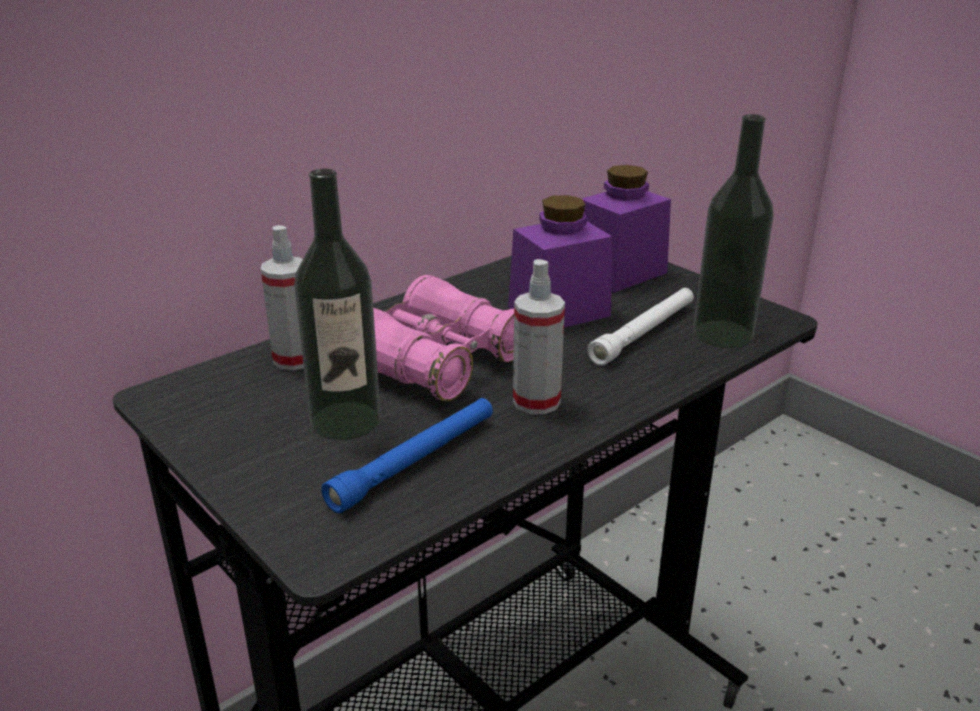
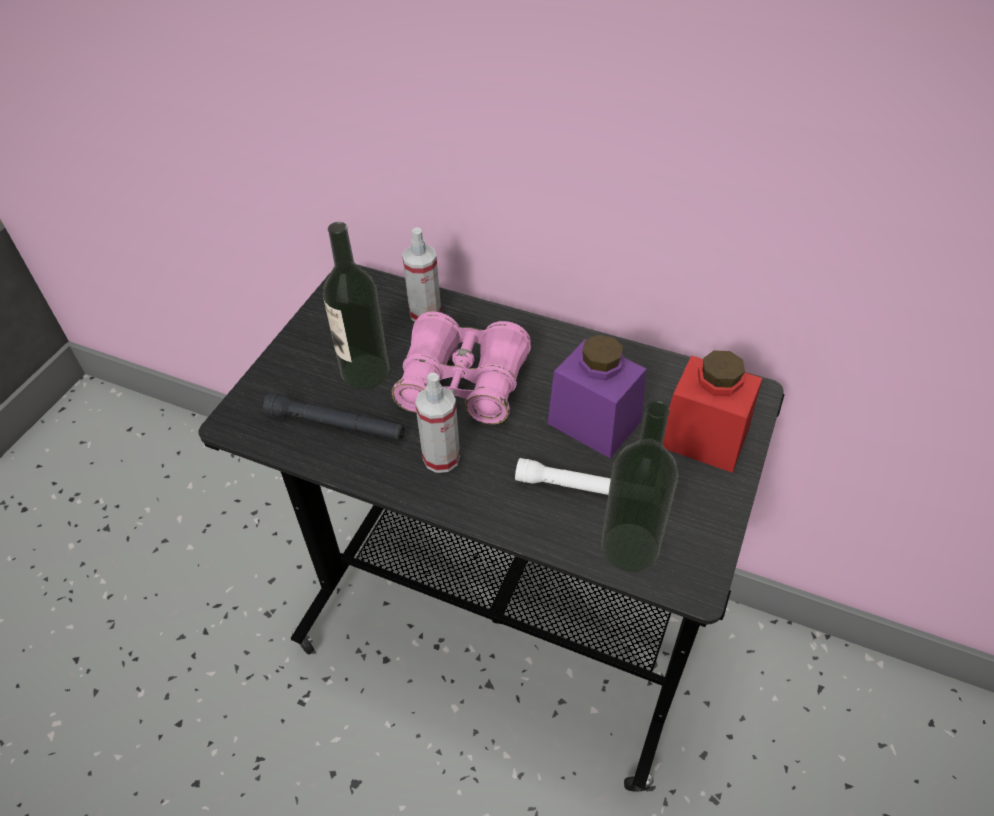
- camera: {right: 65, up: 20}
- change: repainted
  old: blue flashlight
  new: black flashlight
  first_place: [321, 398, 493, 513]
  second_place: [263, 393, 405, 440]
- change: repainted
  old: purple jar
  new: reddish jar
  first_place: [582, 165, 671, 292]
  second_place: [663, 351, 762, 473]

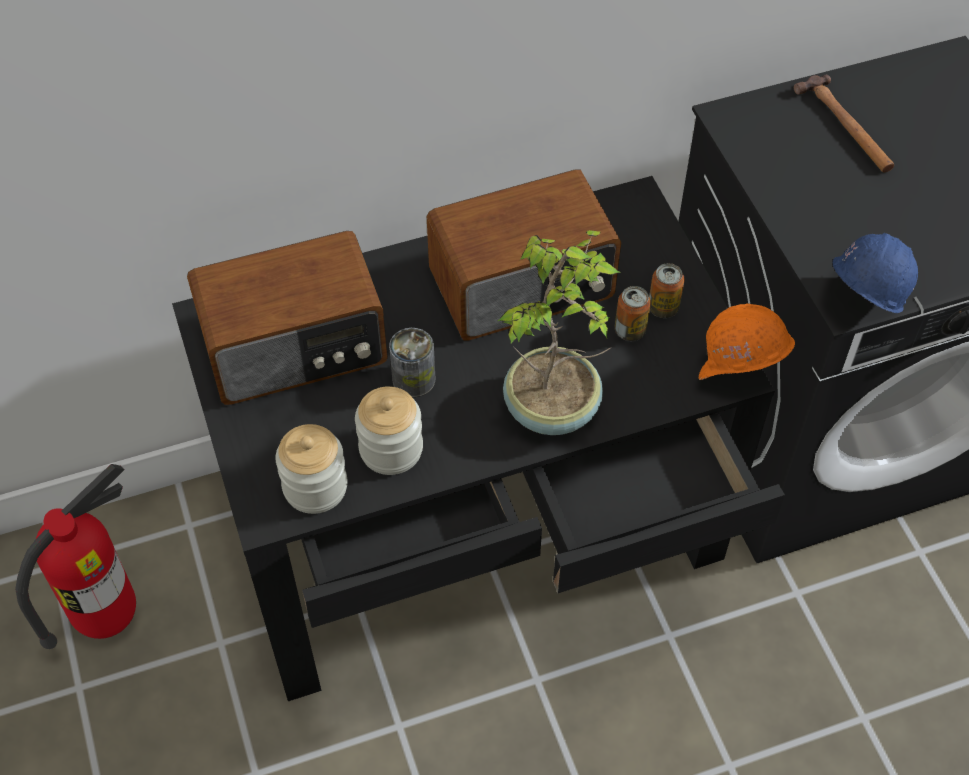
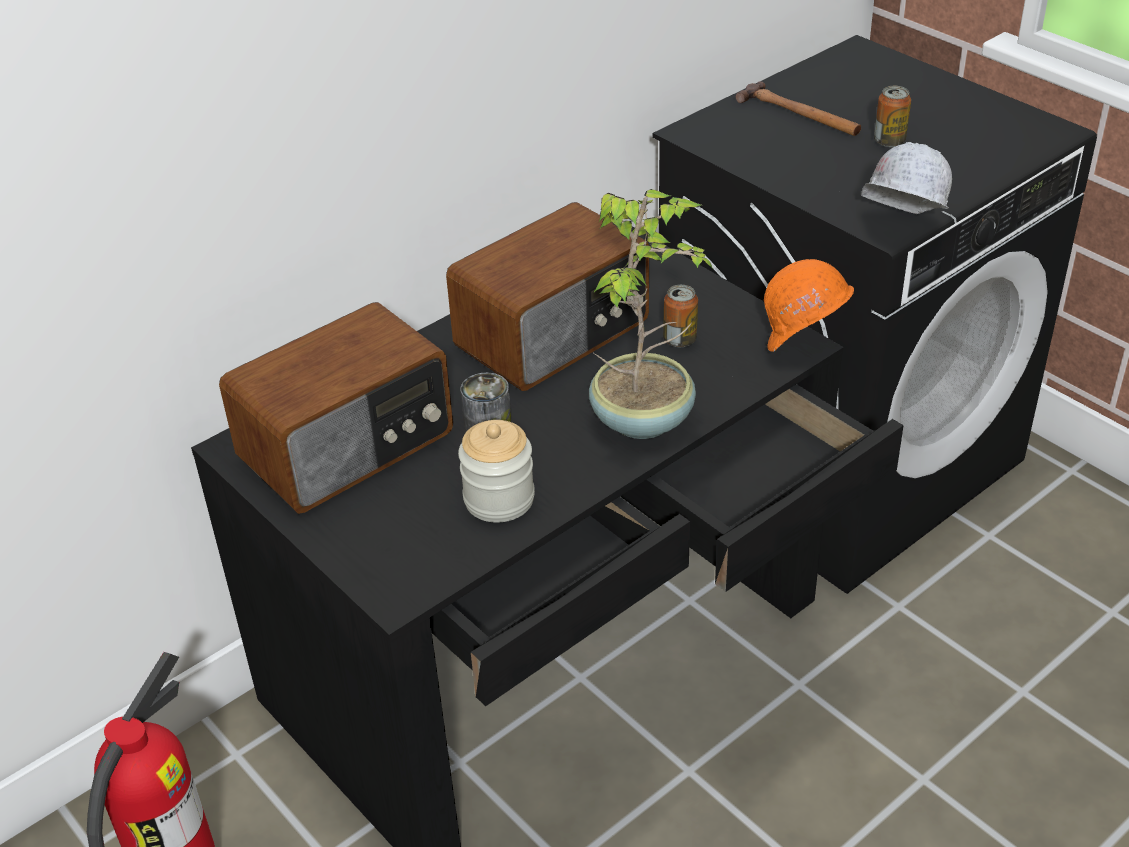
- camera: {right: -20, up: -15}
- change: gone
  old: jar
  first_place: [275, 424, 348, 514]
- change: shifted
  old: sealed can
  first_place: [649, 263, 685, 318]
  second_place: [874, 86, 911, 147]
- change: repainted
  old: blue safety helmet
  new: white safety helmet
  first_place: [832, 233, 918, 313]
  second_place: [861, 142, 952, 214]

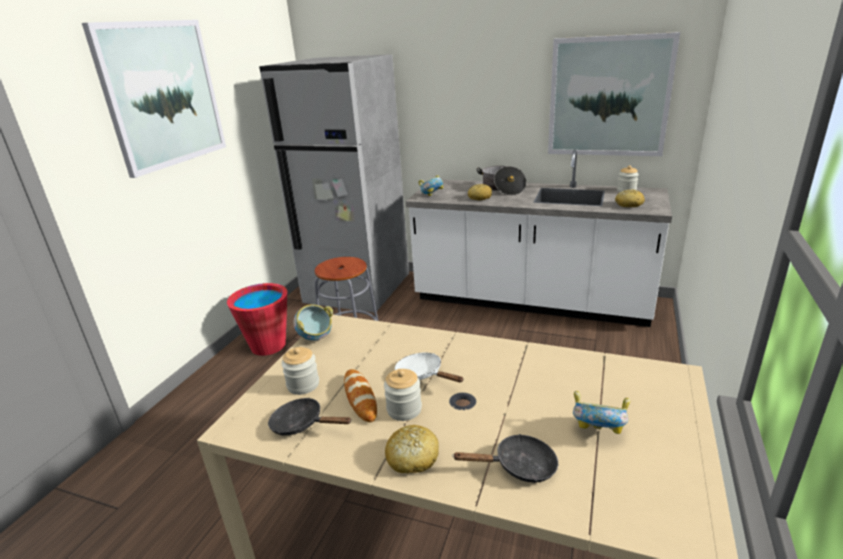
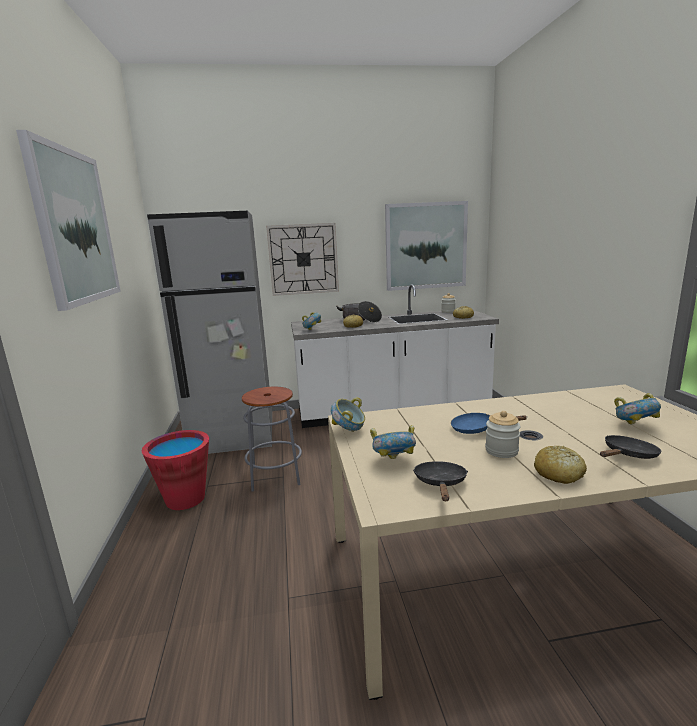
- camera: {right: -30, up: -10}
- change: rotated
  old: black pan
  first_place: [268, 398, 352, 435]
  second_place: [413, 461, 468, 501]
  degrees: 105
- change: swapped
  old: jar
  new: serving bowl
  first_place: [282, 347, 319, 395]
  second_place: [370, 425, 416, 459]
- change: gone
  old: bread
  first_place: [344, 369, 377, 422]
- change: repainted
  old: white pan
  new: blue pan
  first_place: [395, 353, 464, 382]
  second_place: [451, 413, 528, 434]
- change: new
  new: wall clock
  second_place: [266, 223, 339, 296]

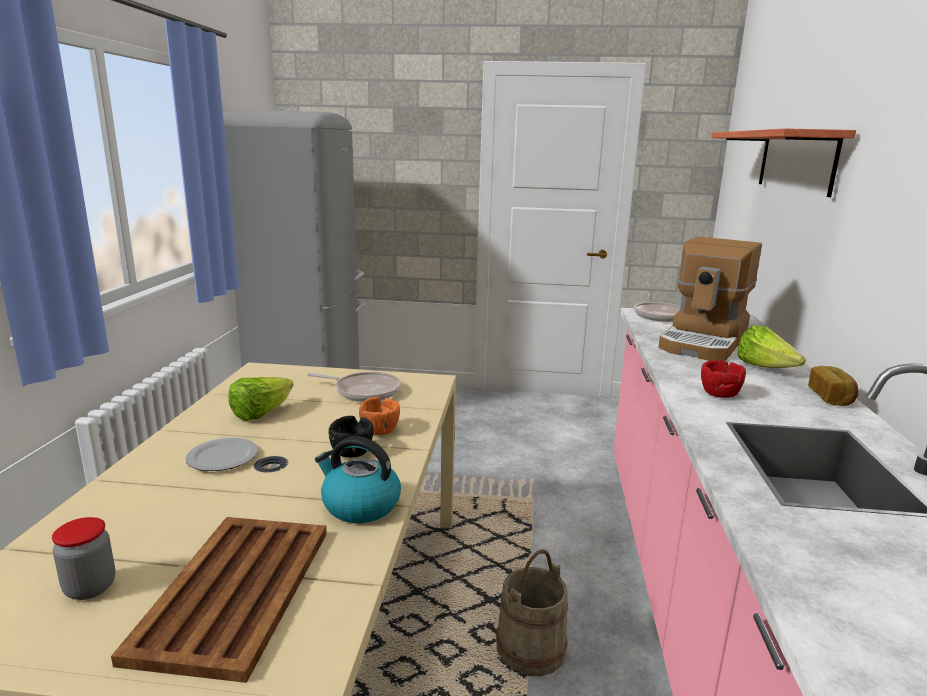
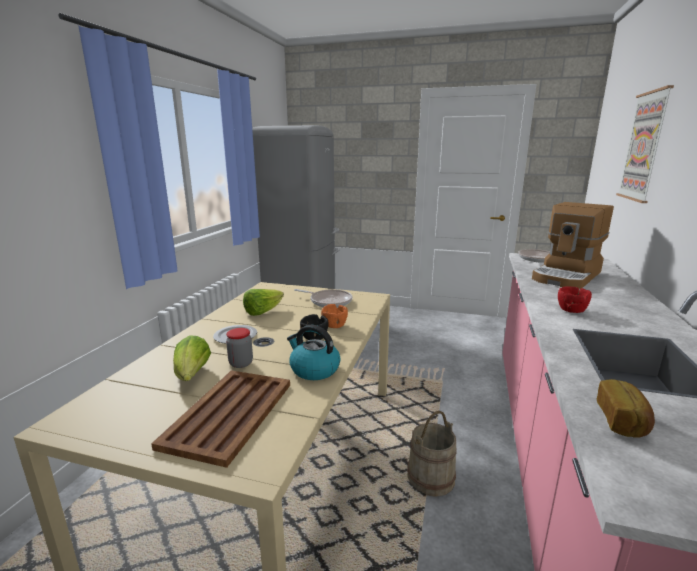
- camera: {right: 10, up: 0}
- change: shifted
  old: jar
  first_place: [52, 517, 115, 600]
  second_place: [226, 328, 253, 368]
- change: swapped
  old: wall shelf
  new: wall art
  first_place: [712, 128, 856, 197]
  second_place: [616, 85, 674, 203]
- change: shifted
  old: lettuce
  first_place: [737, 325, 805, 368]
  second_place: [173, 335, 211, 381]
- change: shifted
  old: bread
  first_place: [808, 366, 859, 406]
  second_place: [597, 379, 655, 438]

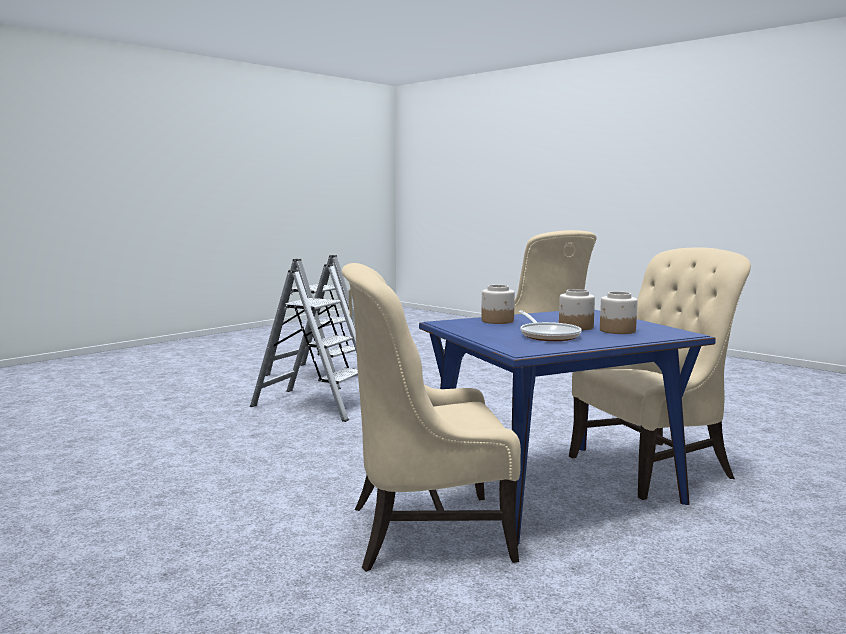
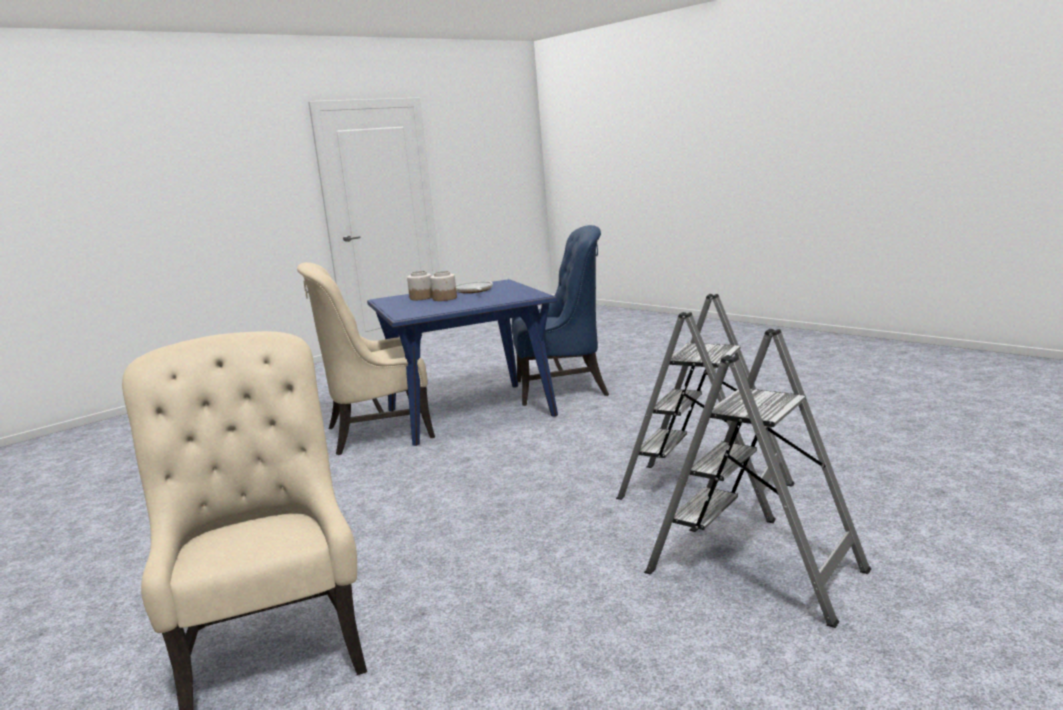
- camera: {right: -175, up: 5}
- change: repainted
  old: beige chair
  new: blue chair
  first_place: [342, 263, 521, 572]
  second_place: [512, 225, 609, 406]
- change: gone
  old: jar
  first_place: [481, 285, 515, 324]

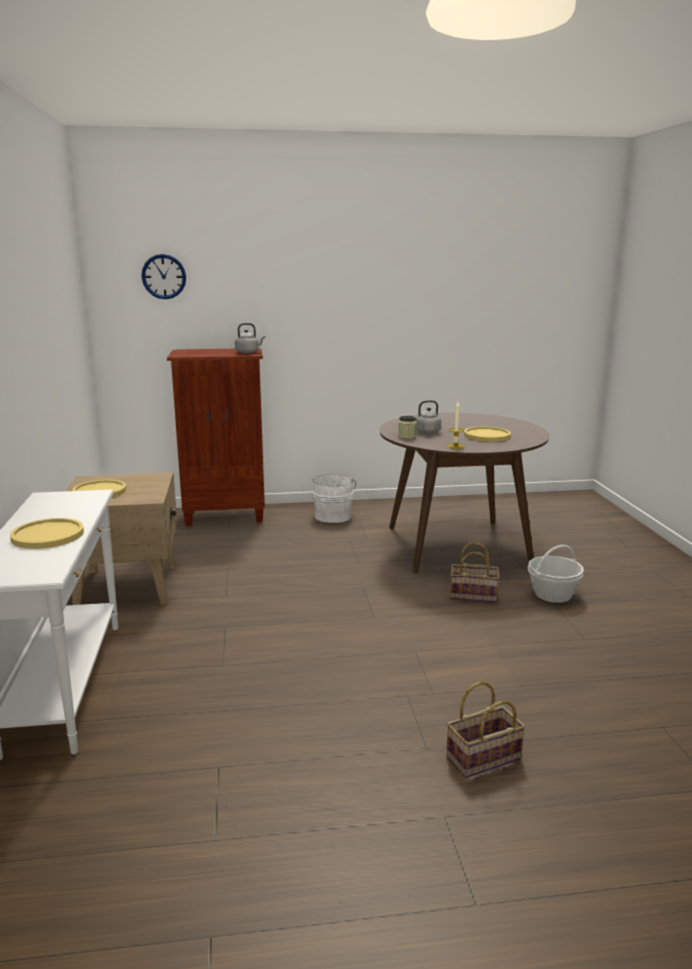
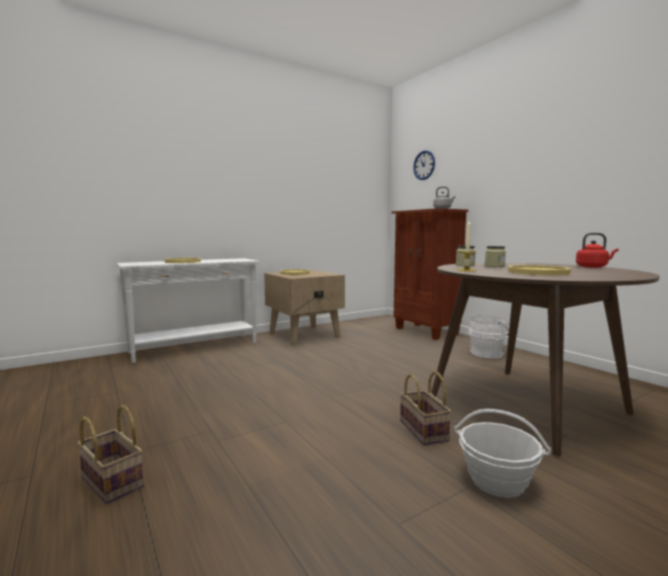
- camera: {right: 65, up: -10}
- change: swapped
  old: greyish tea kettle
  new: jar
  first_place: [408, 400, 441, 434]
  second_place: [485, 246, 506, 267]
- change: new
  new: reddish tea kettle
  second_place: [576, 233, 619, 268]

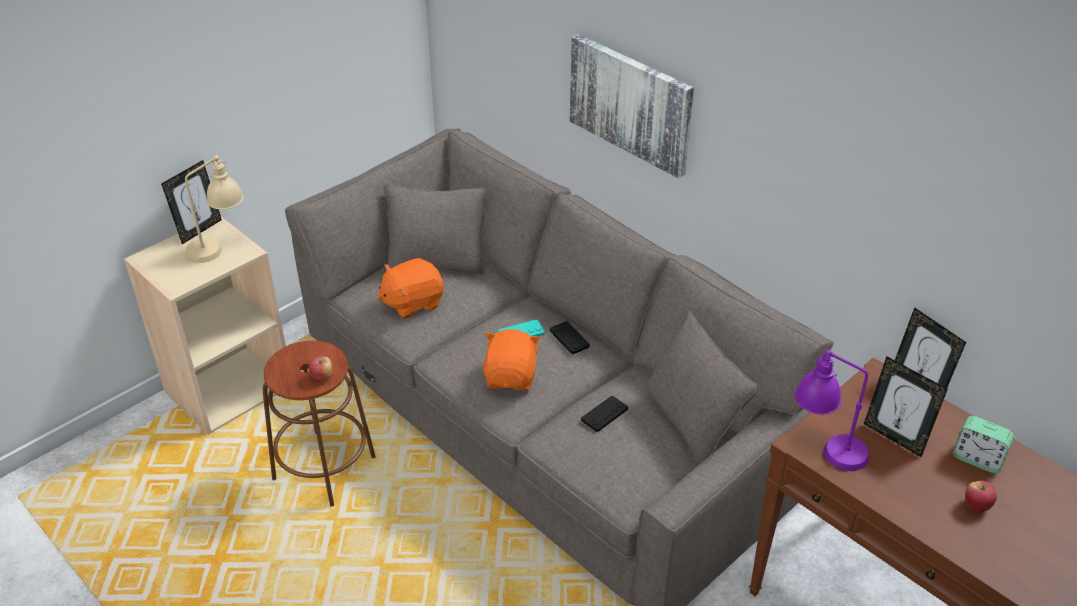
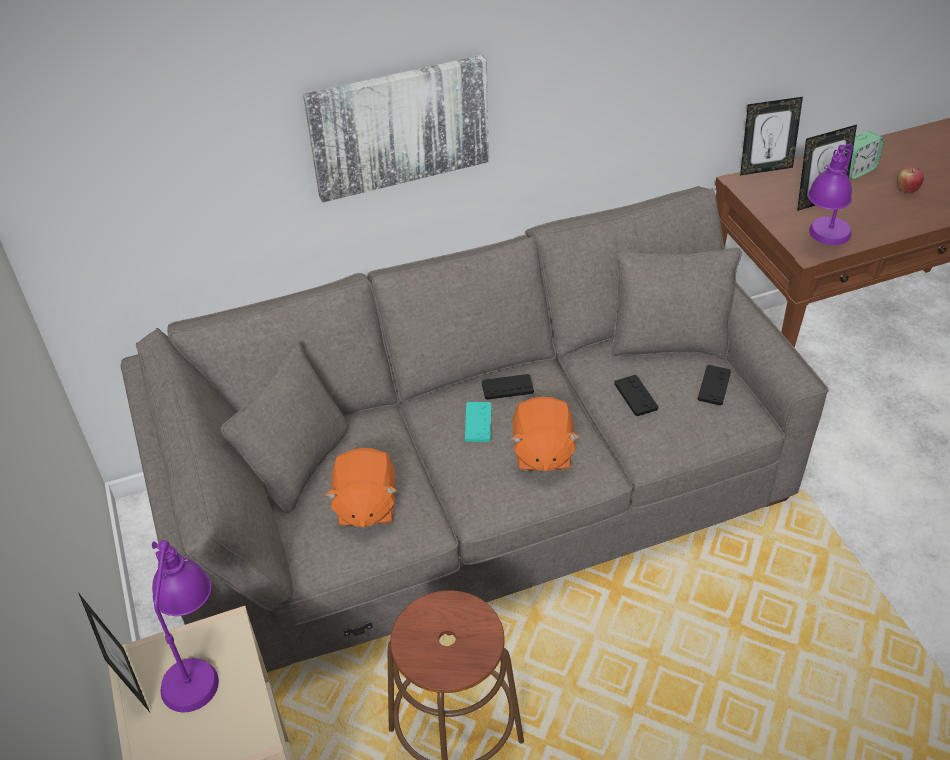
- camera: {right: -65, up: 5}
- change: repainted
  old: beige lamp for a table
  new: purple lamp for a table
  first_place: [185, 153, 244, 263]
  second_place: [152, 540, 219, 713]
- change: gone
  old: apple
  first_place: [309, 355, 333, 383]
- change: rotated
  old: orange-coloured soft toy
  first_place: [483, 329, 541, 391]
  second_place: [511, 397, 579, 472]
  degrees: -120
- change: new
  new: black joypad
  second_place: [697, 365, 731, 406]

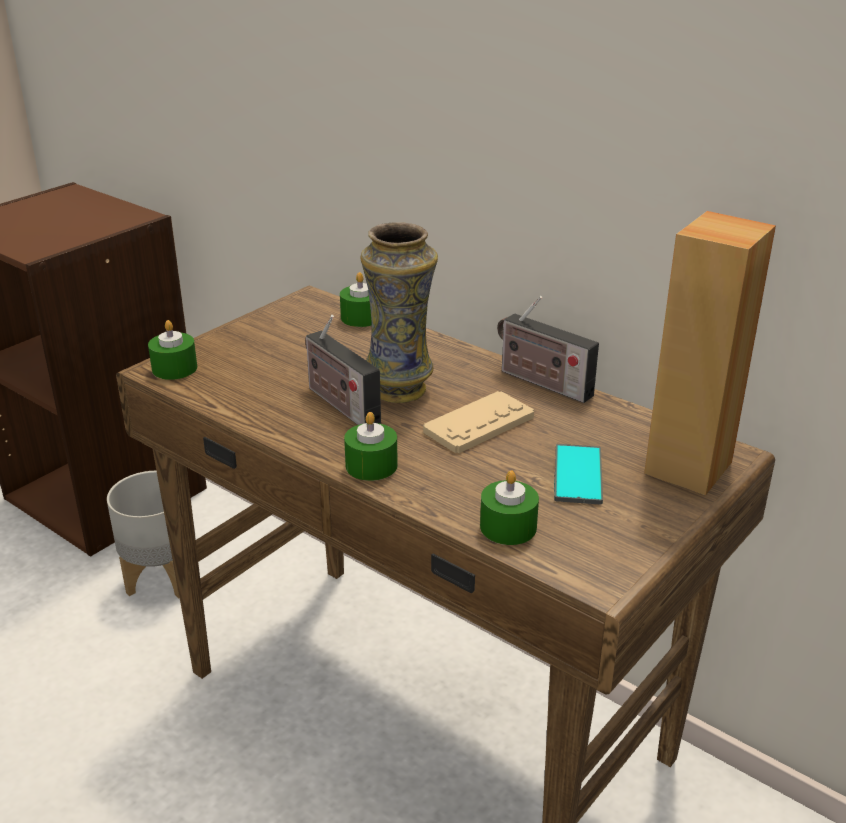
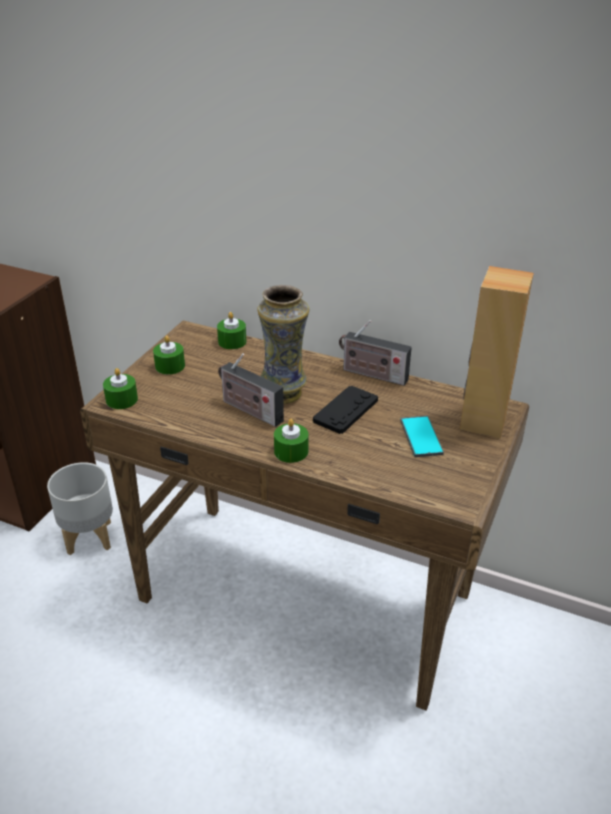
- camera: {right: -15, up: 5}
- change: repainted
  old: beige joypad
  new: black joypad
  first_place: [423, 391, 534, 453]
  second_place: [313, 386, 378, 434]
- change: shifted
  old: green-coloured wax candle
  first_place: [480, 470, 539, 545]
  second_place: [153, 335, 185, 375]

